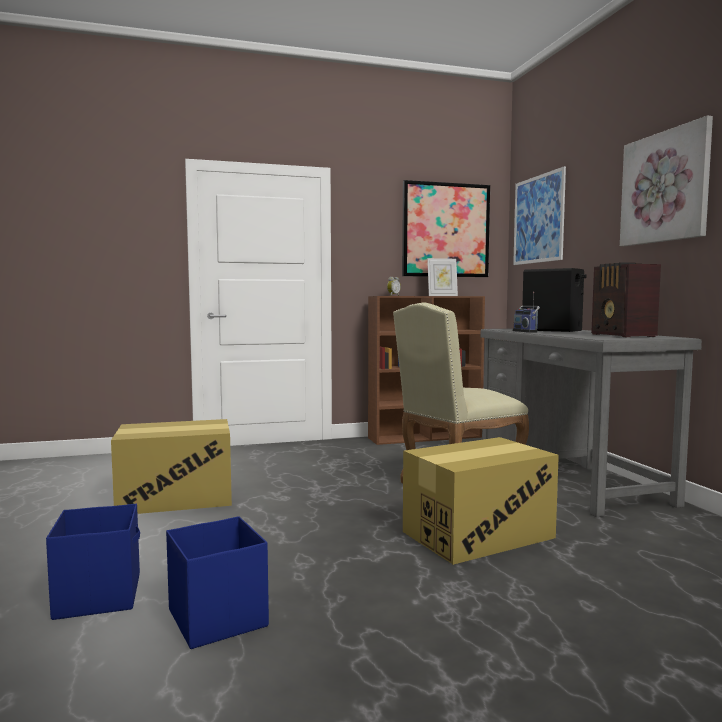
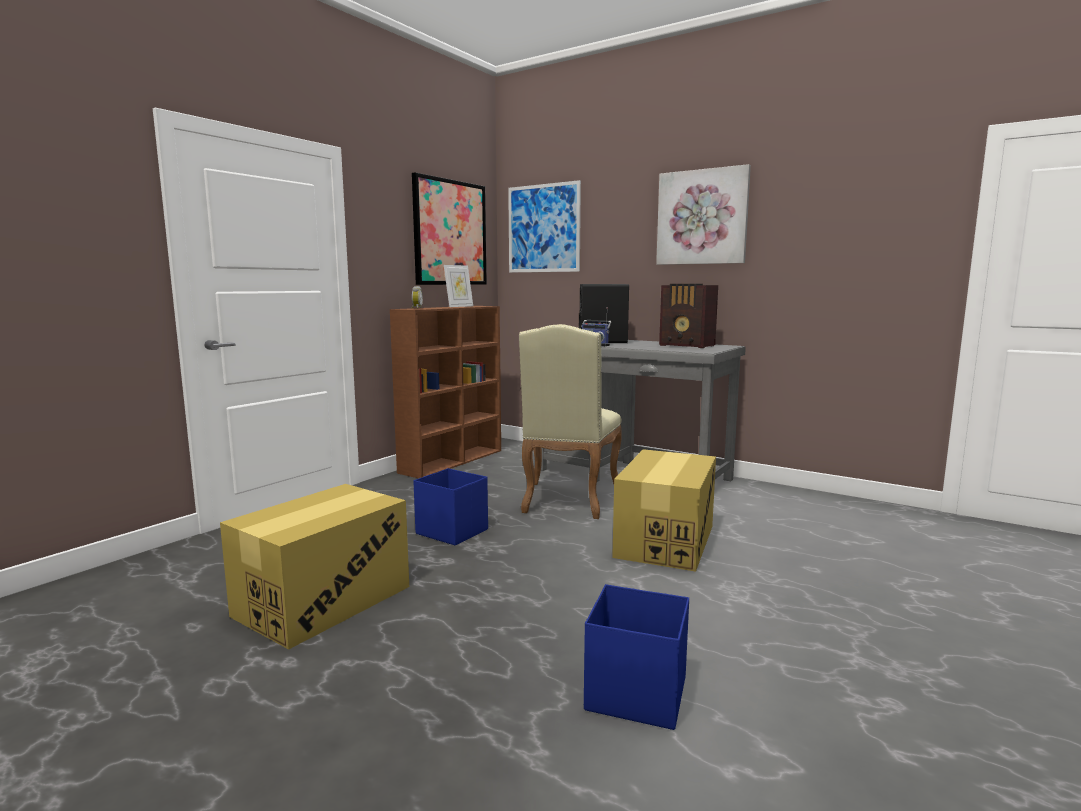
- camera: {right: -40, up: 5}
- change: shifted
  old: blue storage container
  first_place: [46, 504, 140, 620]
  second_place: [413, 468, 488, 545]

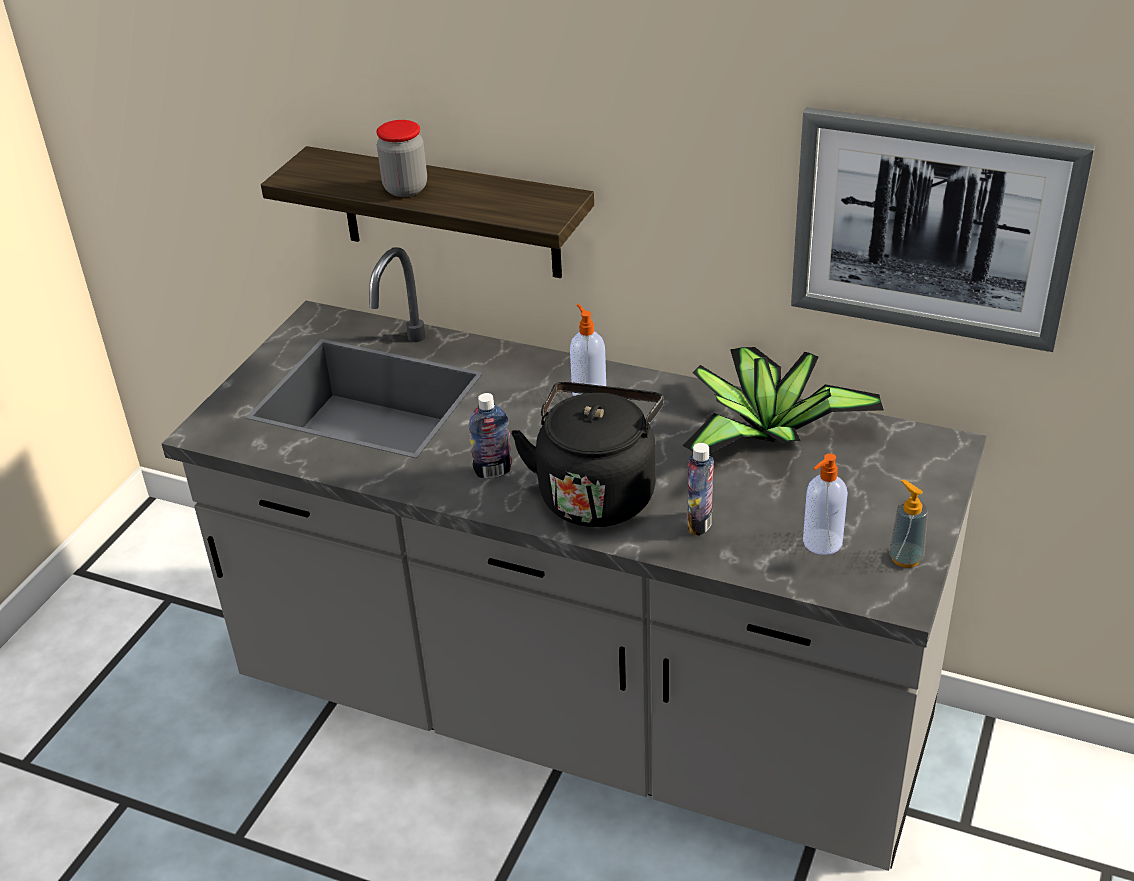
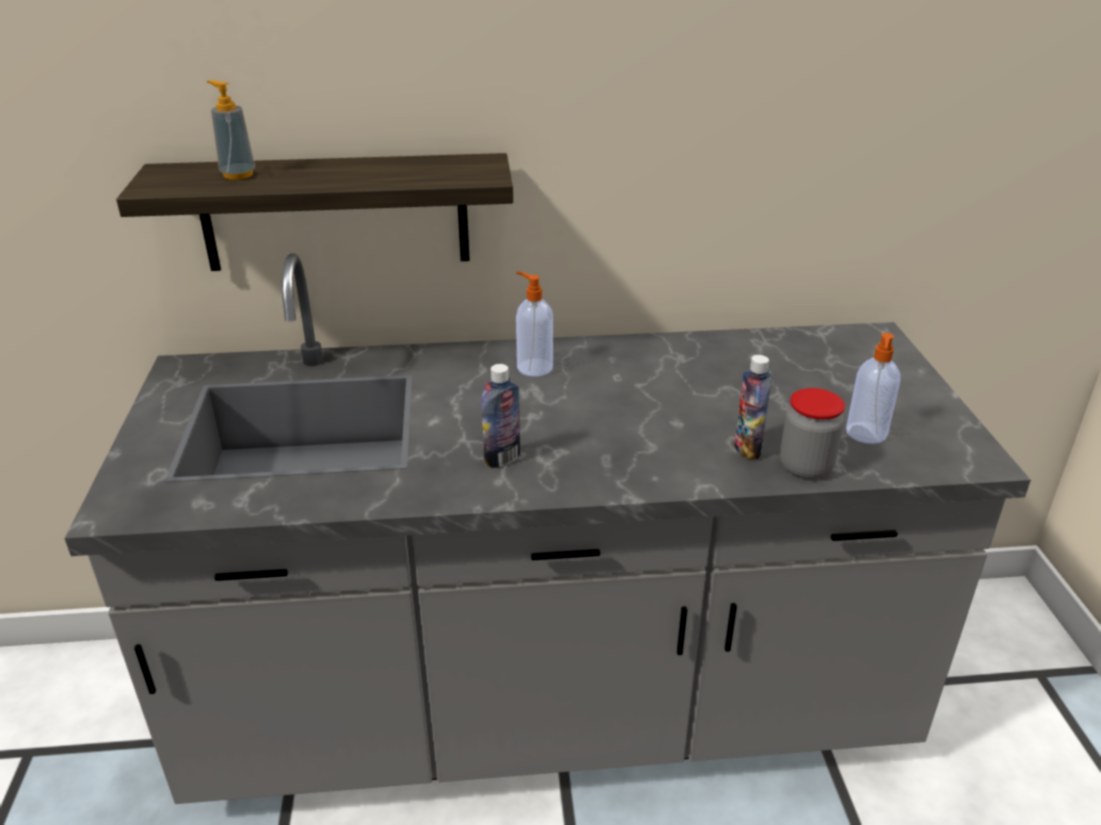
- camera: {right: -30, up: -5}
- change: shifted
  old: jar
  first_place: [376, 120, 427, 197]
  second_place: [780, 388, 845, 479]
- change: gone
  old: black tea kettle
  first_place: [511, 382, 664, 527]
- change: gone
  old: plant in a pot
  first_place: [683, 347, 884, 454]
- change: gone
  old: wall art
  first_place: [791, 107, 1095, 352]
- change: shifted
  old: soap bottle
  first_place: [889, 479, 928, 568]
  second_place: [207, 80, 255, 180]

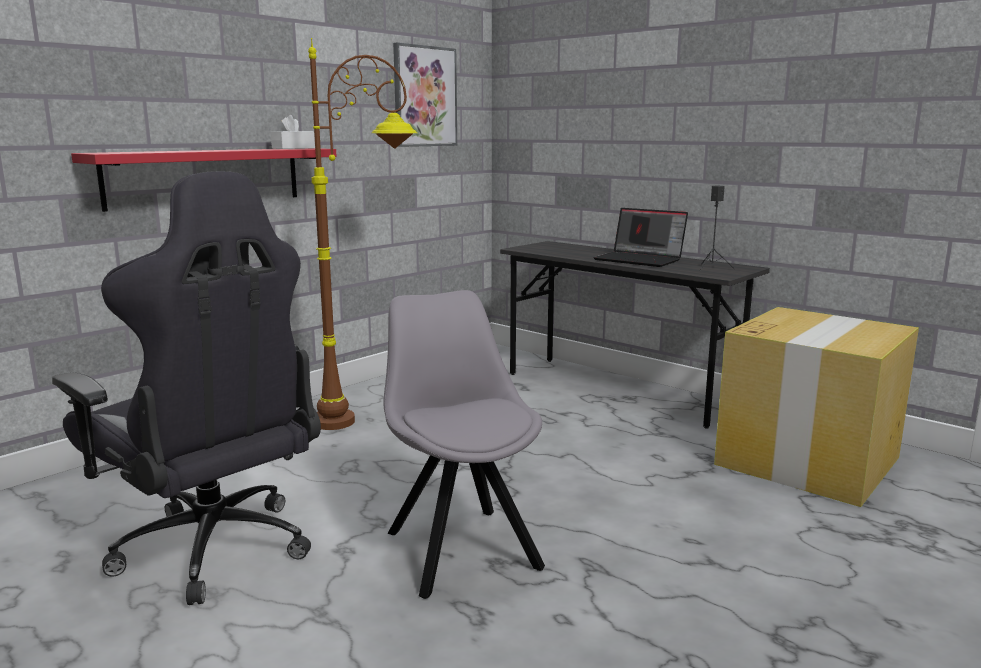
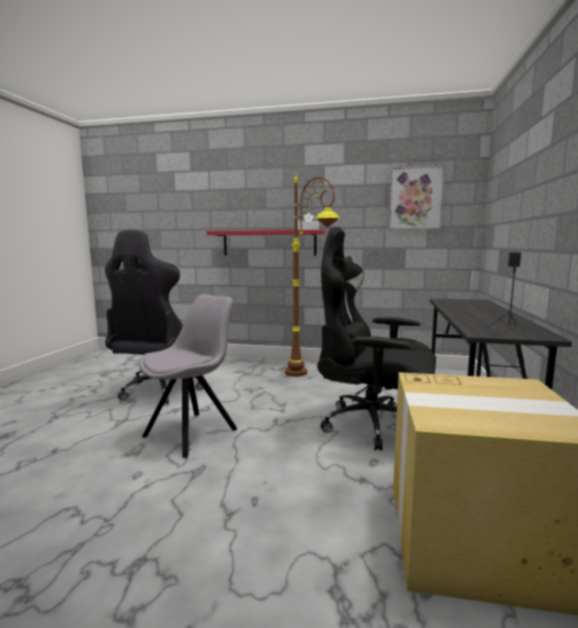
- camera: {right: 60, up: -5}
- change: gone
  old: laptop
  first_place: [593, 208, 688, 267]
- change: new
  new: black office chair
  second_place: [317, 227, 436, 451]

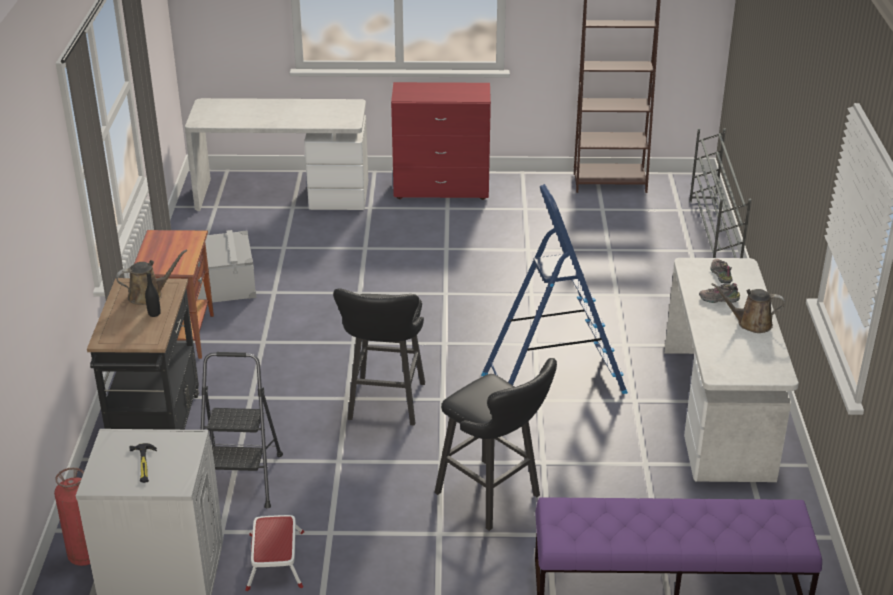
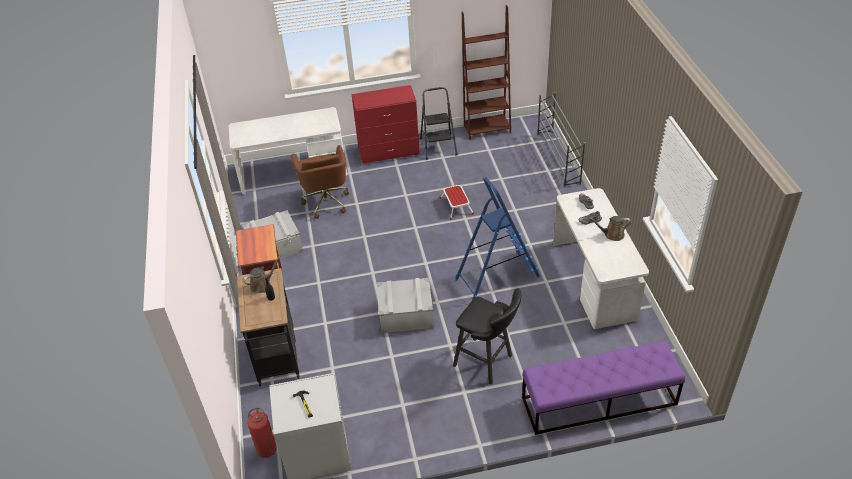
- camera: {right: -10, up: 10}
- change: shifted
  old: black step stool
  first_place: [200, 352, 283, 508]
  second_place: [420, 87, 458, 160]
- change: shifted
  old: reddish step stool
  first_place: [245, 515, 304, 591]
  second_place: [439, 185, 474, 220]
- change: swapped
  old: black sitting stool
  new: greyish storage container
  first_place: [333, 288, 425, 426]
  second_place: [377, 278, 434, 333]
- change: new
  new: brown-coloured office chair
  second_place: [291, 145, 349, 219]

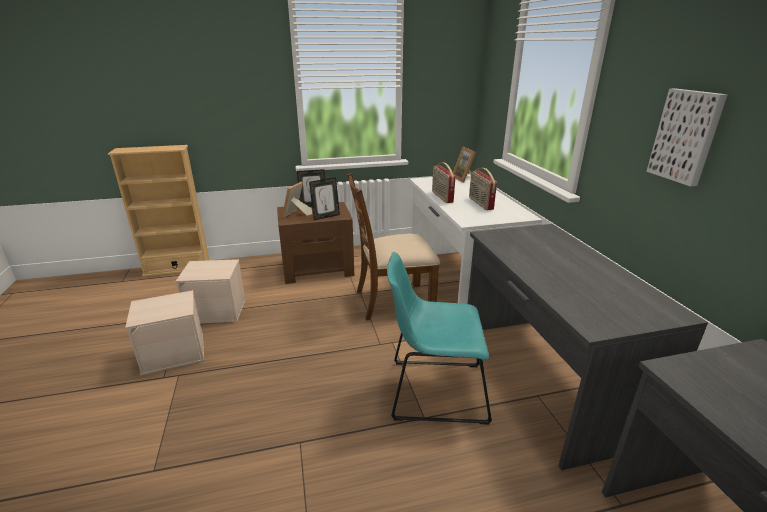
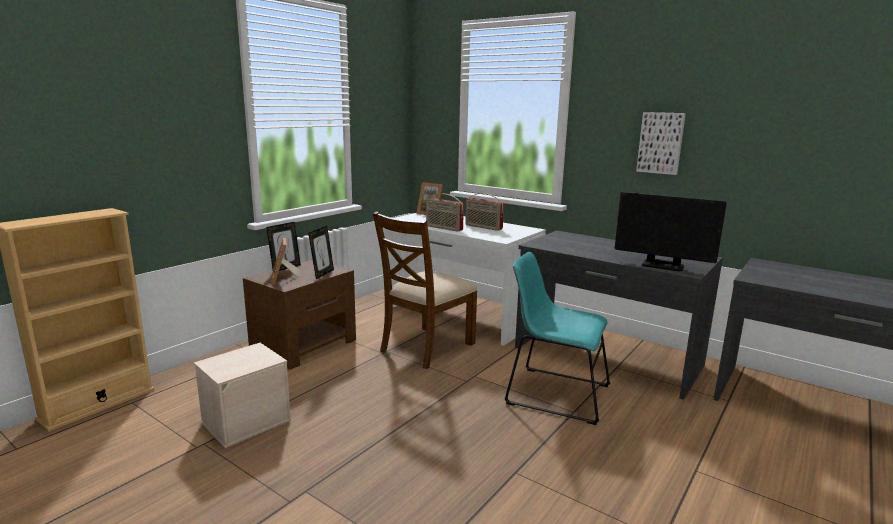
- camera: {right: -40, up: -10}
- change: gone
  old: beige storage container
  first_place: [125, 290, 204, 376]
- change: rotated
  old: blue-green chair
  first_place: [387, 252, 492, 425]
  second_place: [505, 252, 610, 425]
  degrees: 60
- change: new
  new: monitor
  second_place: [615, 192, 727, 271]

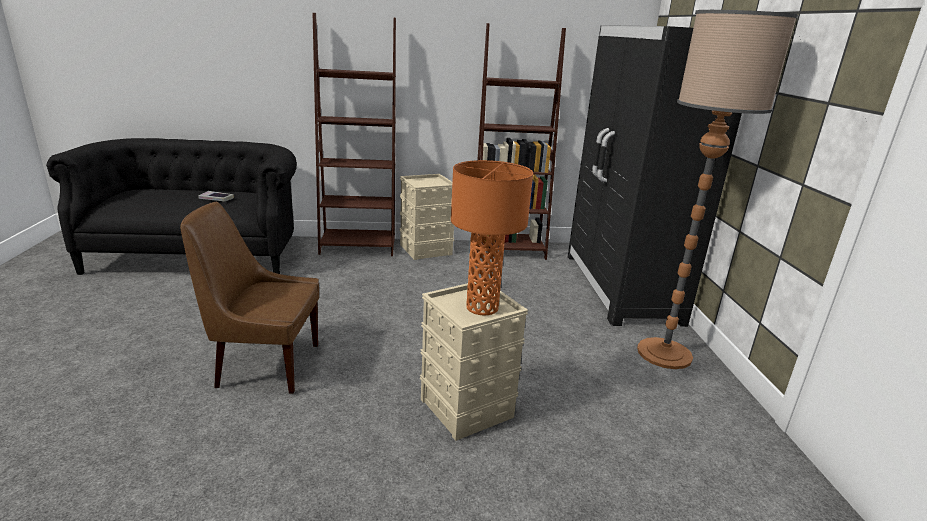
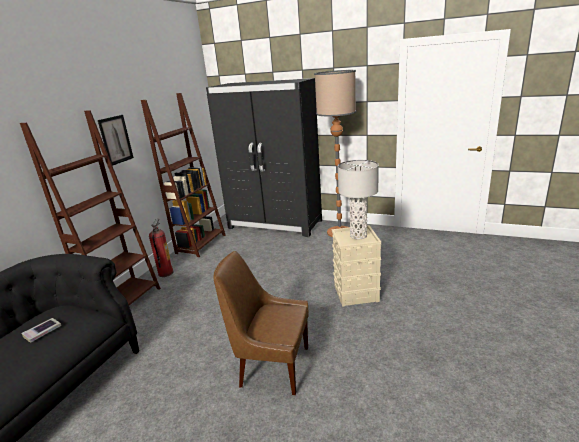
- camera: {right: -60, up: 0}
- change: rotated
  old: brown-coloured chair
  first_place: [180, 202, 319, 394]
  second_place: [214, 251, 309, 395]
  degrees: 75
- change: swapped
  old: beige storage container
  new: fire-fighting cylinder
  first_place: [400, 174, 454, 260]
  second_place: [149, 219, 174, 277]
- change: repainted
  old: orange-coloured lamp for a table
  new: white lamp for a table
  first_place: [451, 160, 533, 315]
  second_place: [338, 160, 379, 239]
- change: new
  new: wall art
  second_place: [98, 115, 134, 166]

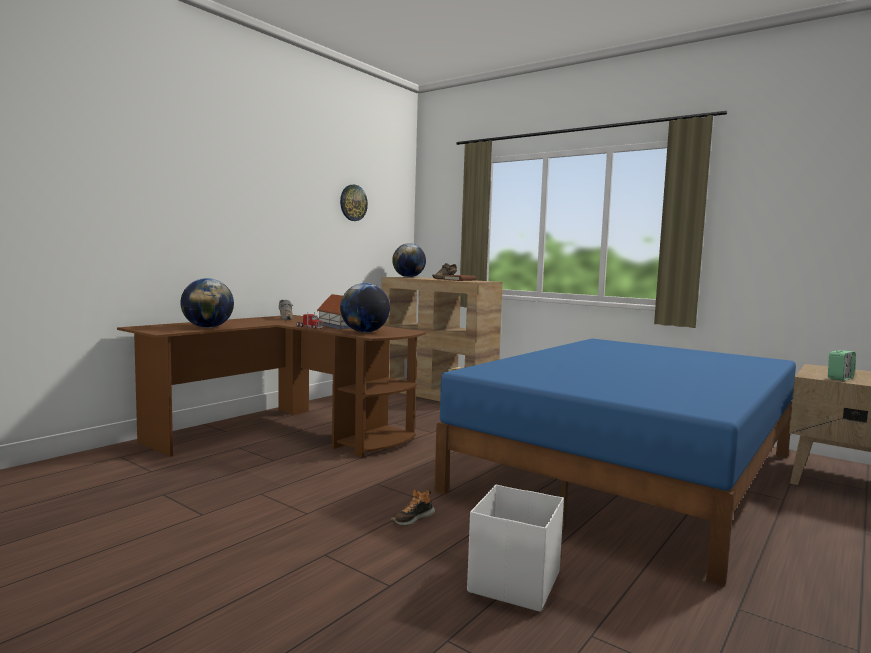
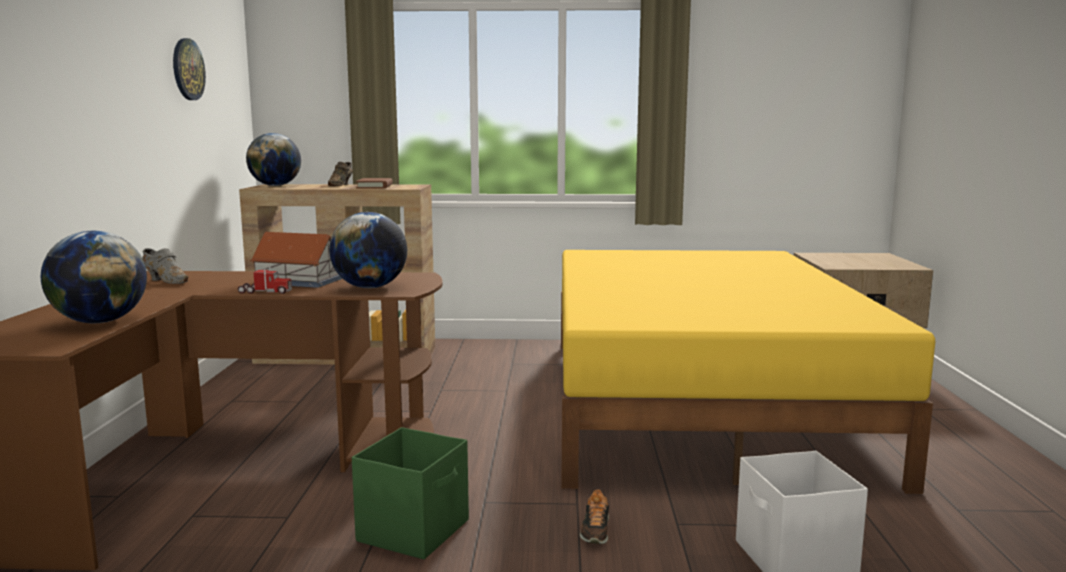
- camera: {right: -35, up: 5}
- change: repainted
  old: blue sleeping bed
  new: yellow-coloured sleeping bed
  first_place: [434, 339, 796, 587]
  second_place: [561, 250, 935, 494]
- change: gone
  old: table clock
  first_place: [828, 350, 856, 381]
- change: new
  new: green-coloured storage container
  second_place: [352, 427, 469, 559]

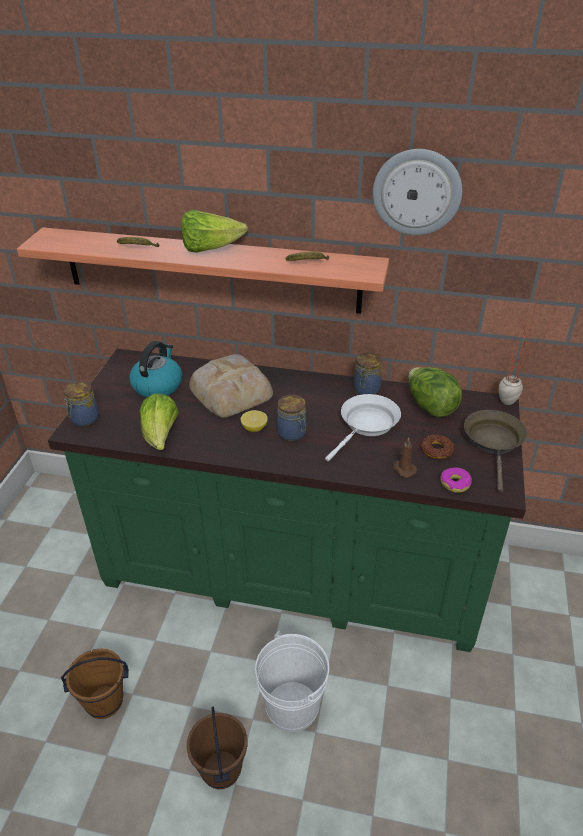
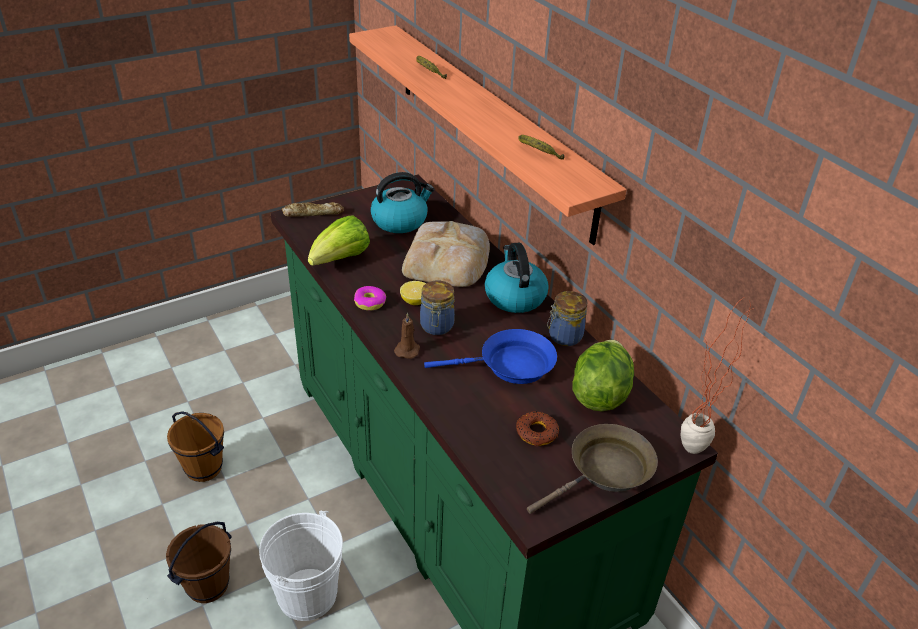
- camera: {right: 45, up: 0}
- change: swapped
  old: jar
  new: bread
  first_place: [64, 381, 99, 426]
  second_place: [282, 202, 344, 217]
- change: gone
  old: lettuce
  first_place: [181, 210, 248, 253]
- change: repainted
  old: white pan
  new: blue pan
  first_place: [325, 394, 401, 462]
  second_place: [424, 329, 557, 384]
- change: gone
  old: wall clock
  first_place: [373, 149, 462, 235]
- change: shifted
  old: brown-coloured wax candle
  first_place: [393, 438, 417, 478]
  second_place: [394, 313, 420, 359]
- change: shifted
  old: donut
  first_place: [440, 468, 472, 493]
  second_place: [354, 286, 386, 311]
- change: new
  new: tea kettle
  second_place: [485, 243, 549, 313]

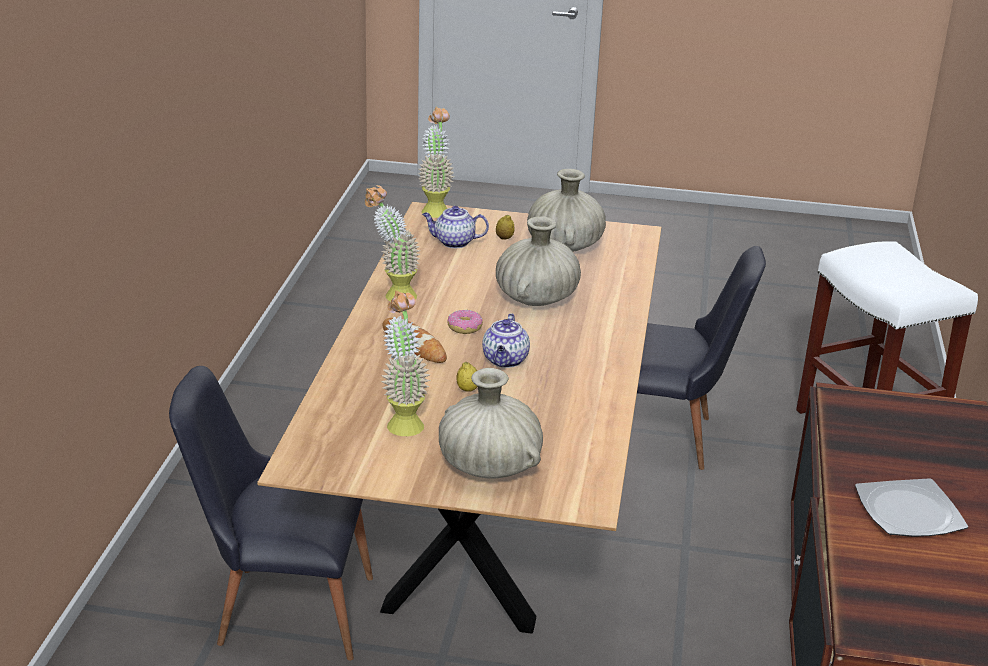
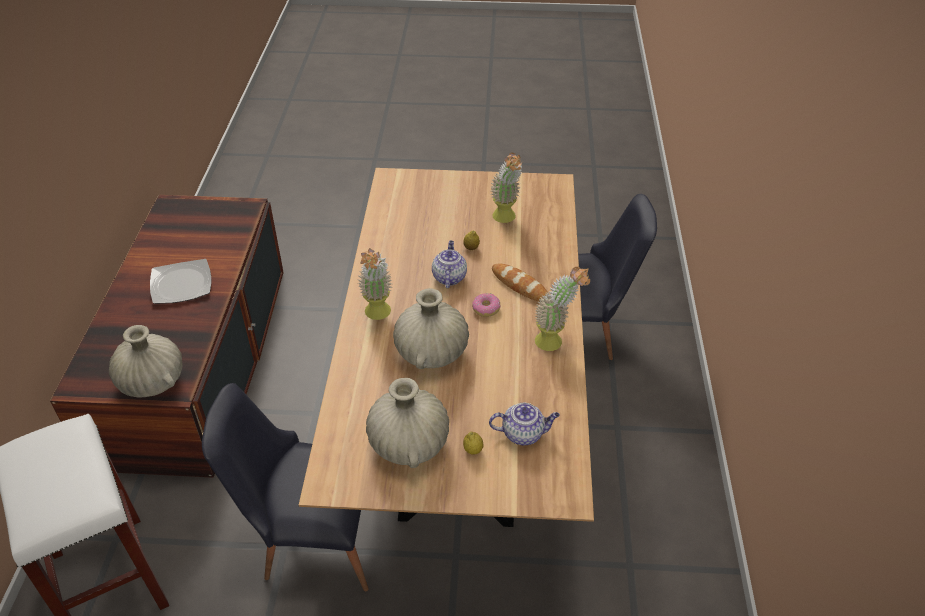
- camera: {right: 175, up: 15}
- change: shifted
  old: plant in a pot
  first_place: [418, 107, 454, 218]
  second_place: [357, 248, 393, 320]
- change: shifted
  old: beige flower vase
  first_place: [439, 368, 543, 479]
  second_place: [109, 325, 183, 397]

